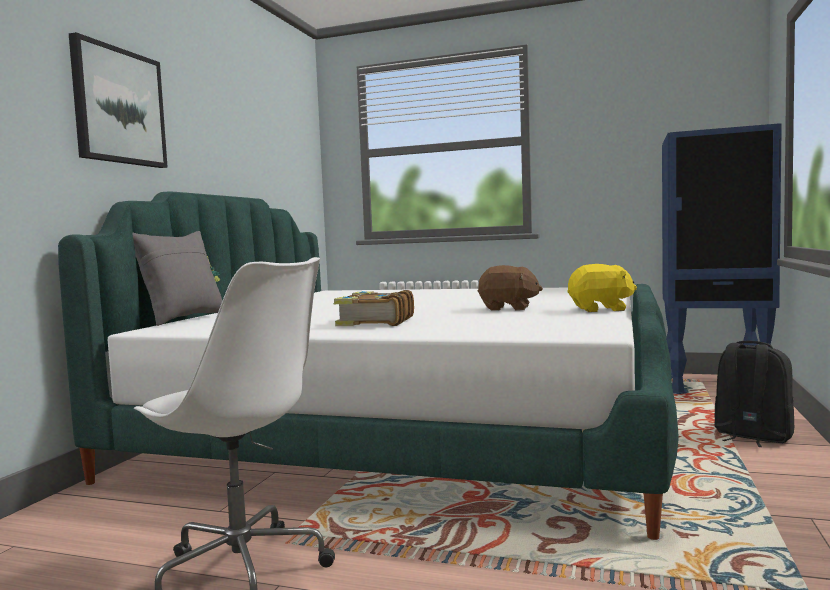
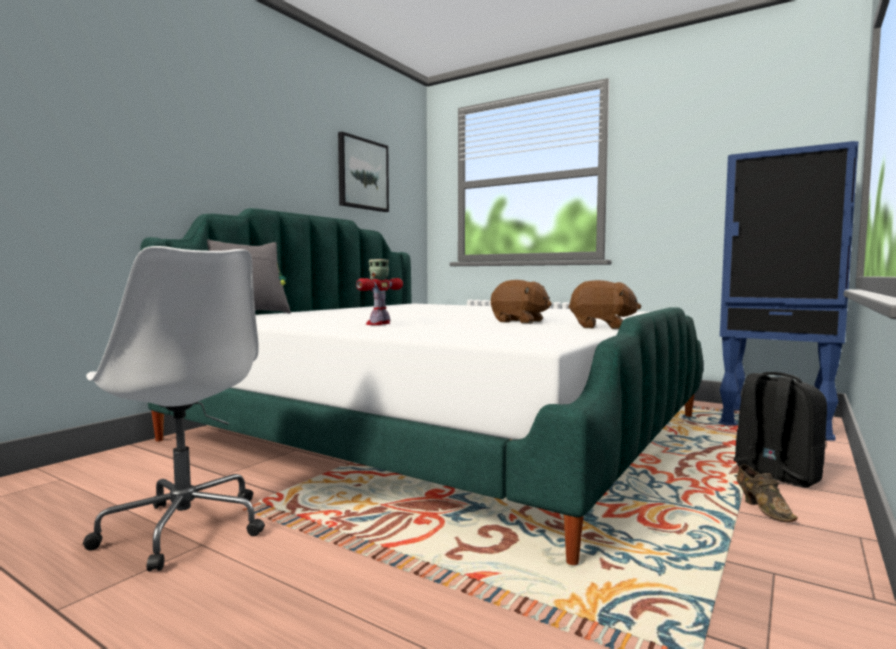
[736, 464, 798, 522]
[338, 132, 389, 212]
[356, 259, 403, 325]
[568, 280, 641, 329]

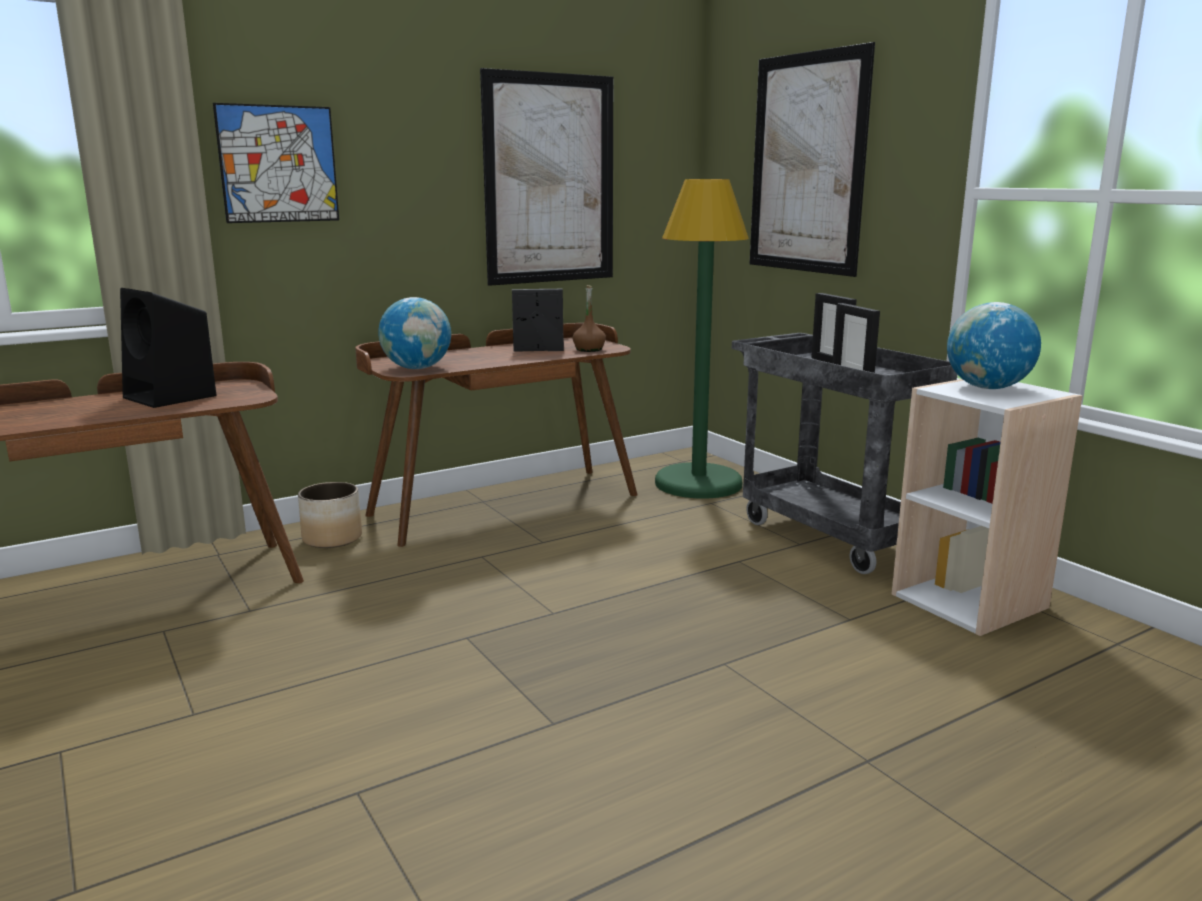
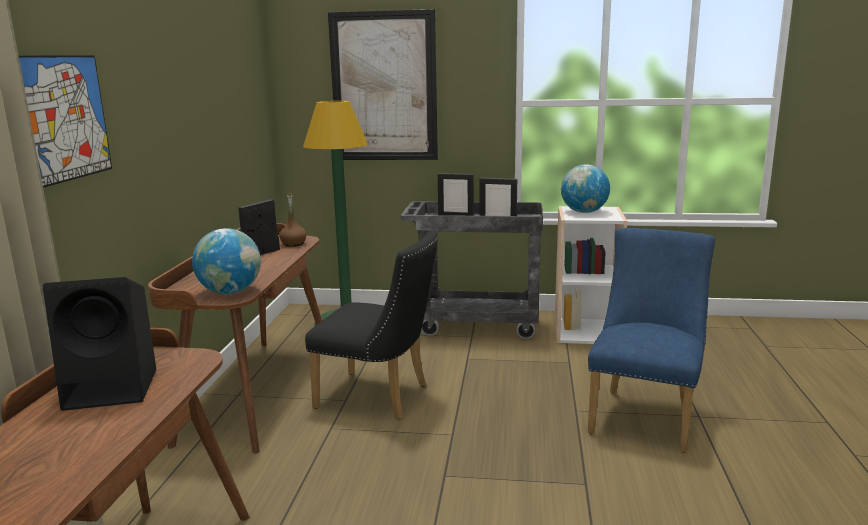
[298, 482, 362, 548] (first image)
[480, 68, 613, 286] (first image)
[305, 229, 438, 419]
[588, 228, 715, 453]

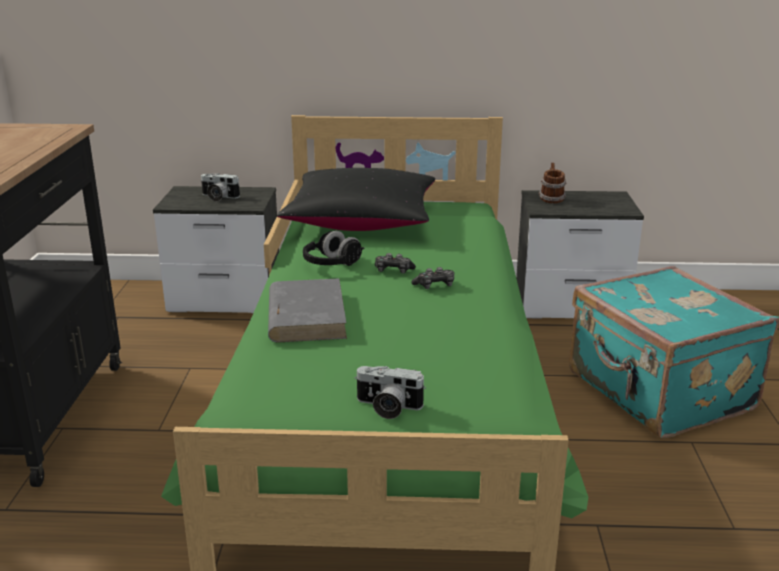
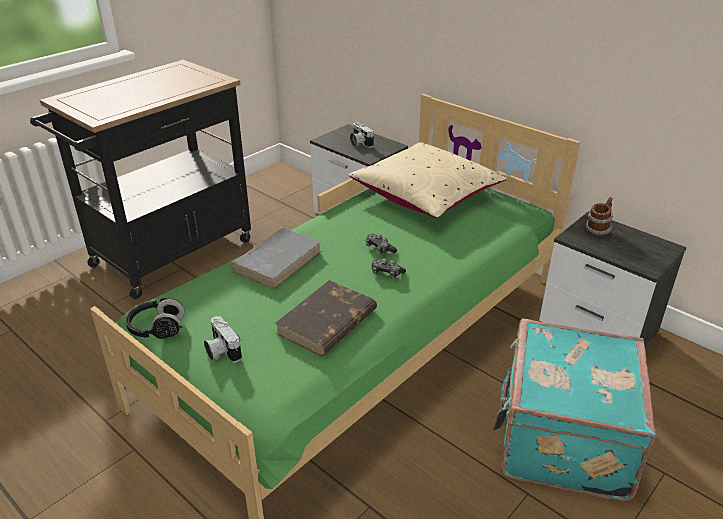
[275, 280, 377, 356]
[125, 298, 185, 339]
[348, 142, 507, 218]

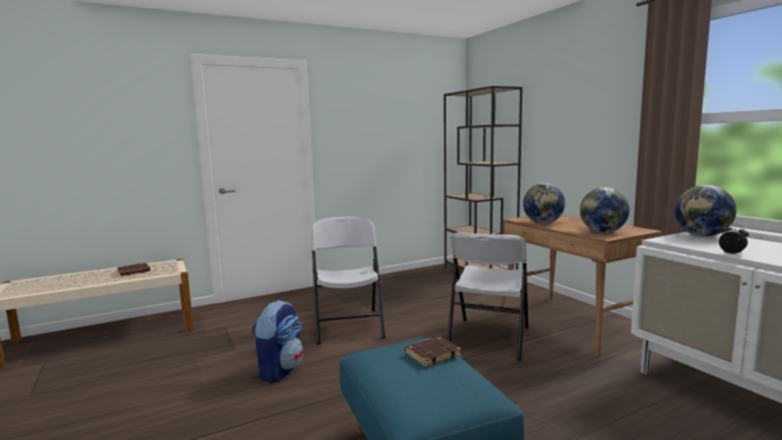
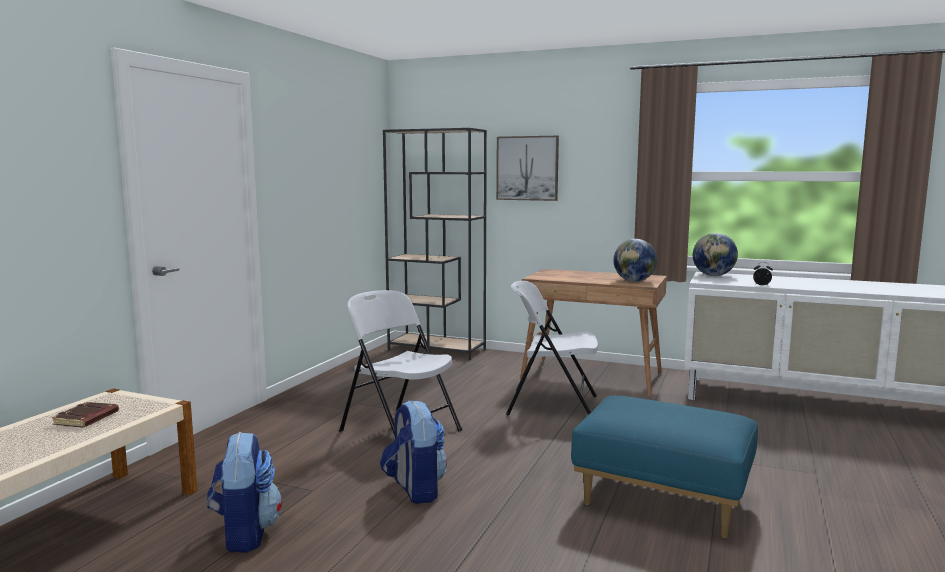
[405, 337, 461, 367] (first image)
[523, 183, 565, 224] (first image)
[207, 432, 282, 552]
[496, 136, 559, 201]
[506, 281, 598, 416]

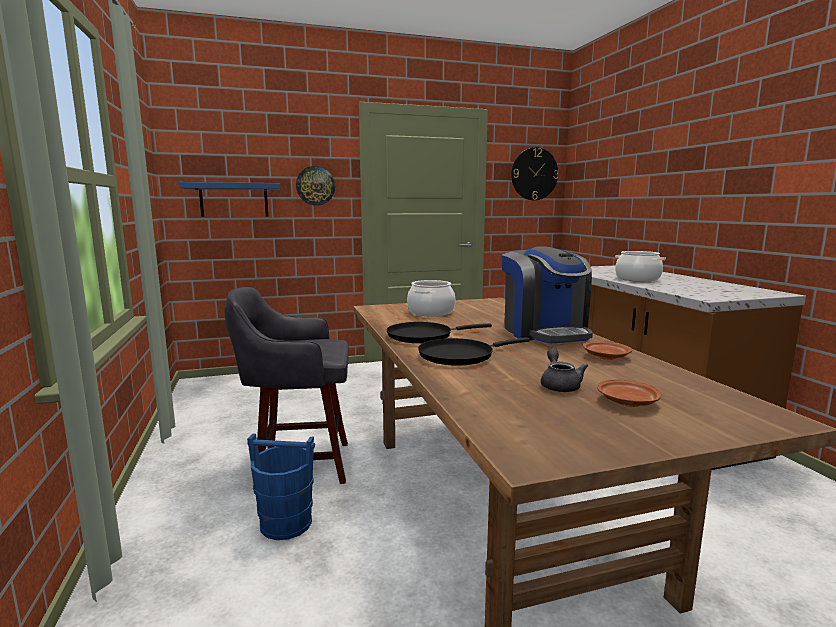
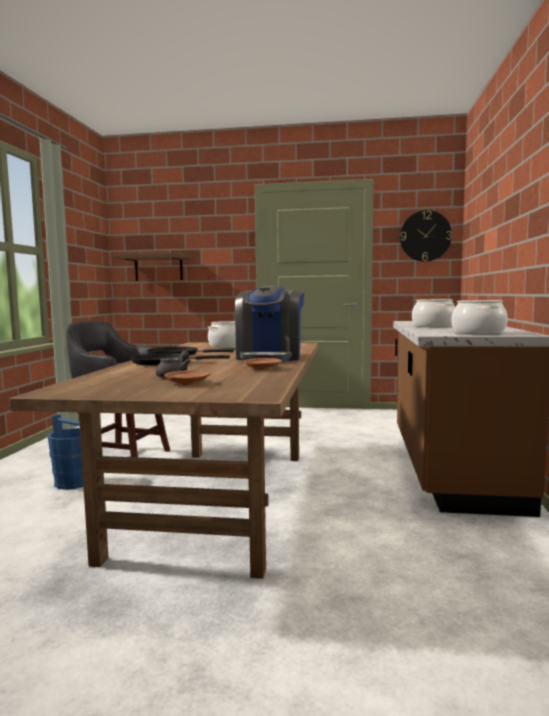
[296, 166, 335, 206] (first image)
[451, 300, 508, 335]
[113, 253, 191, 281]

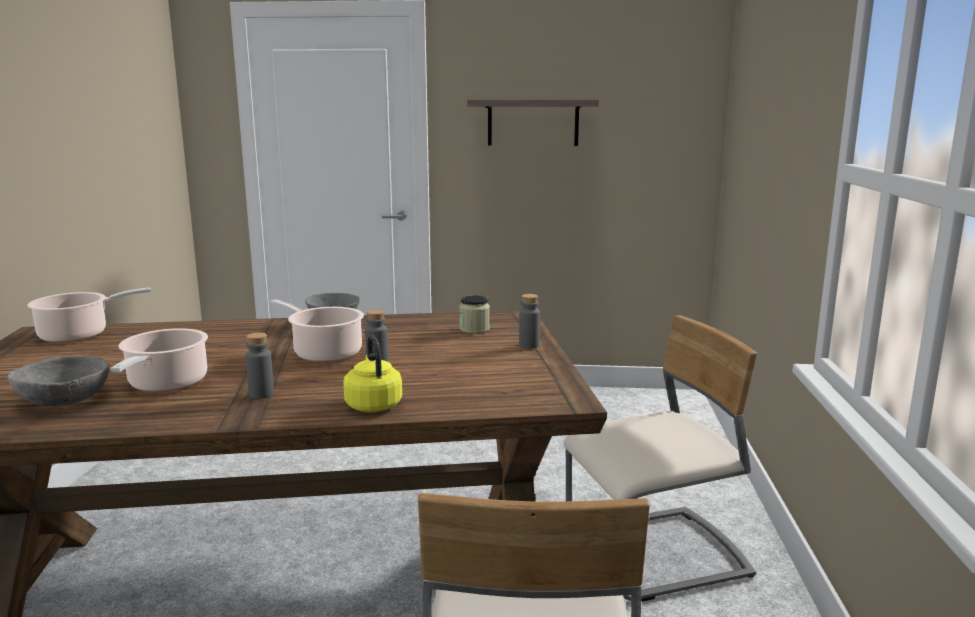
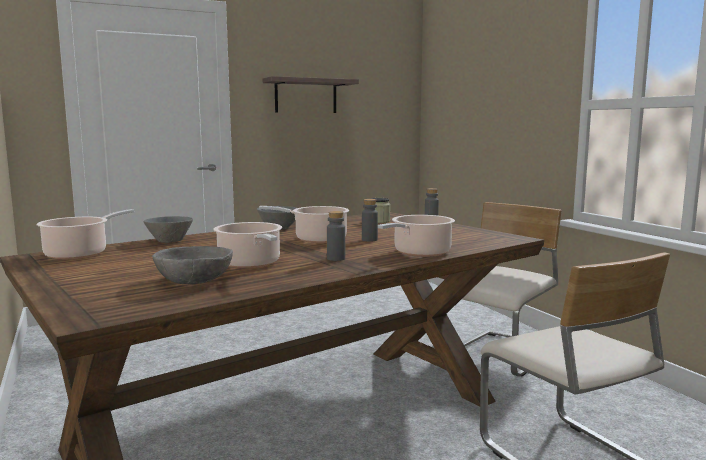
[144, 216, 193, 243]
[378, 215, 455, 257]

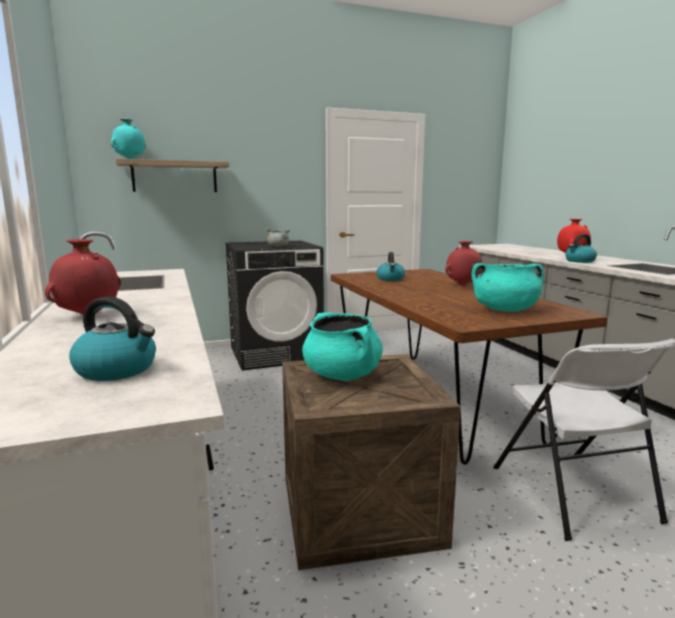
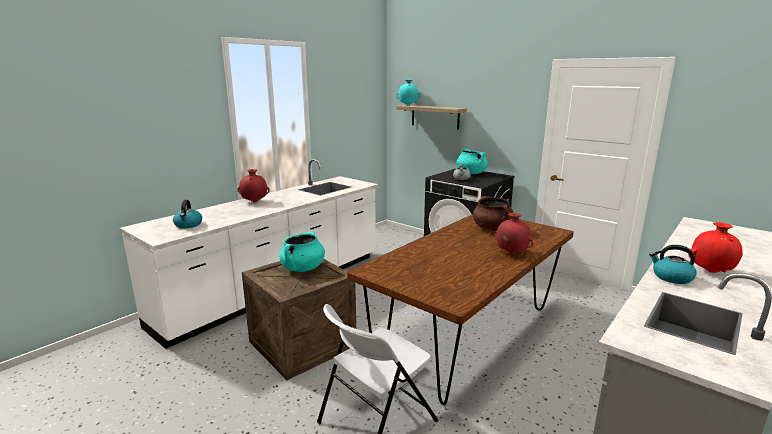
[456, 149, 488, 174]
[473, 196, 514, 231]

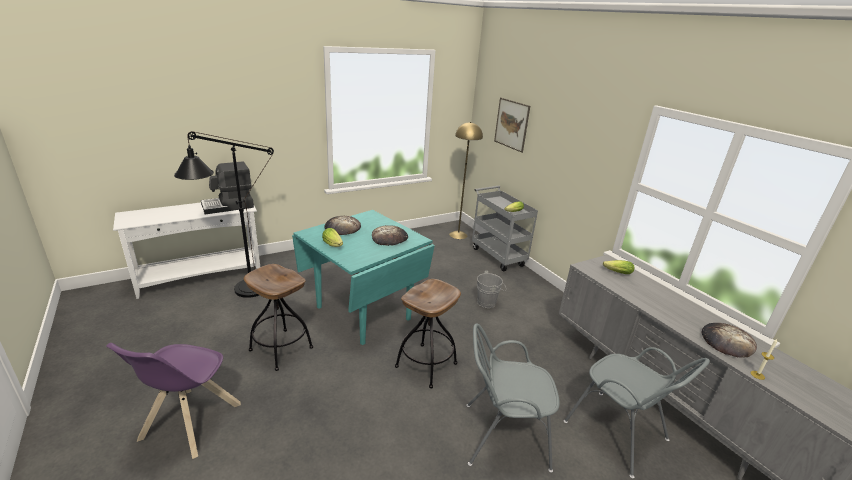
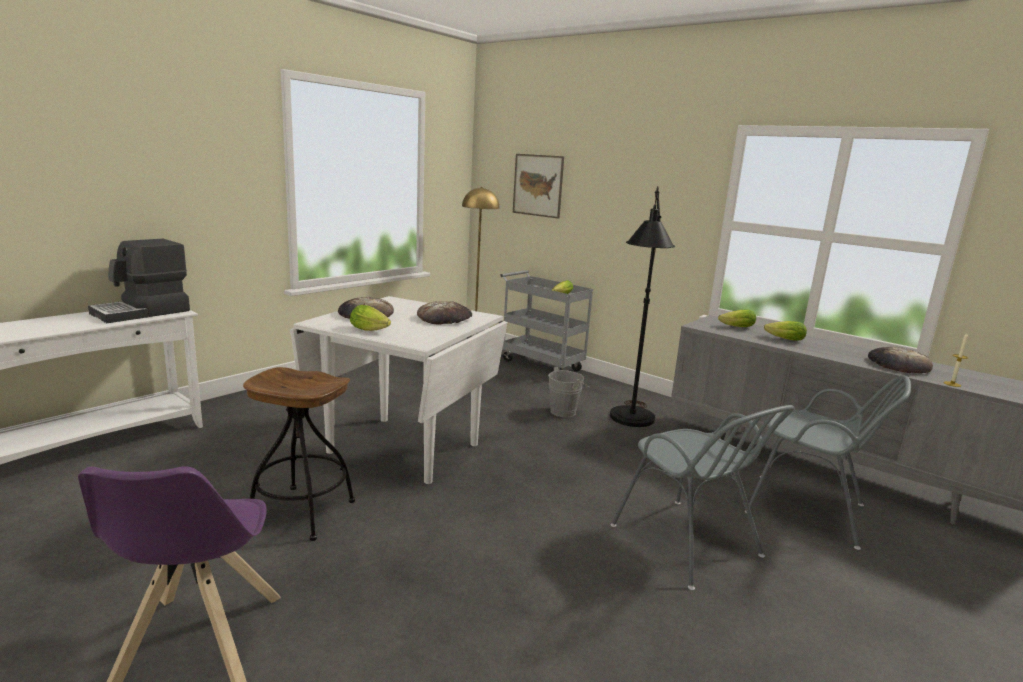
[395, 279, 461, 389] (first image)
[764, 321, 807, 341]
[610, 186, 675, 427]
[290, 296, 507, 484]
[611, 405, 795, 590]

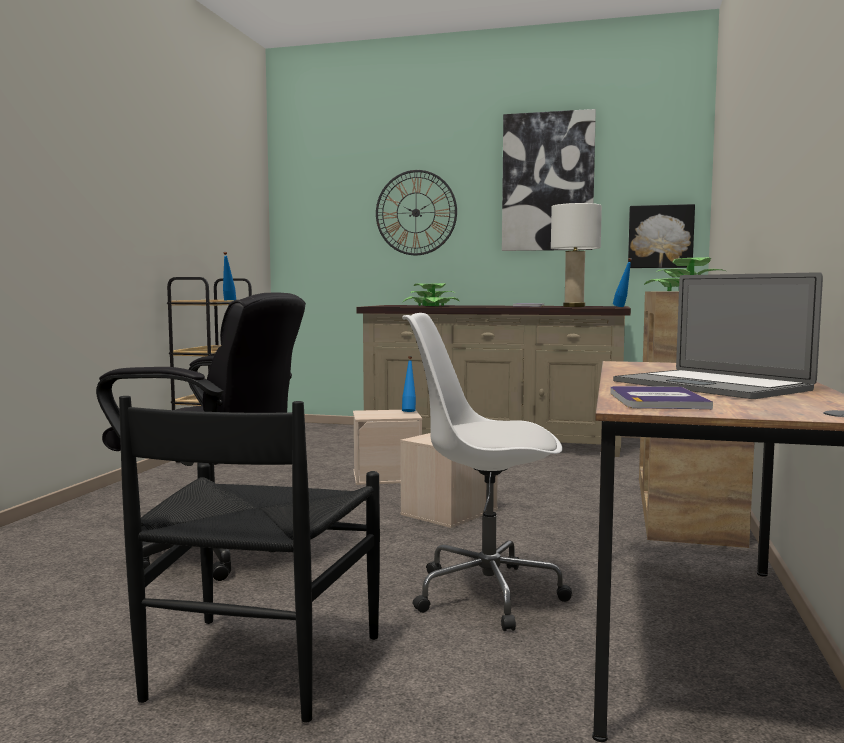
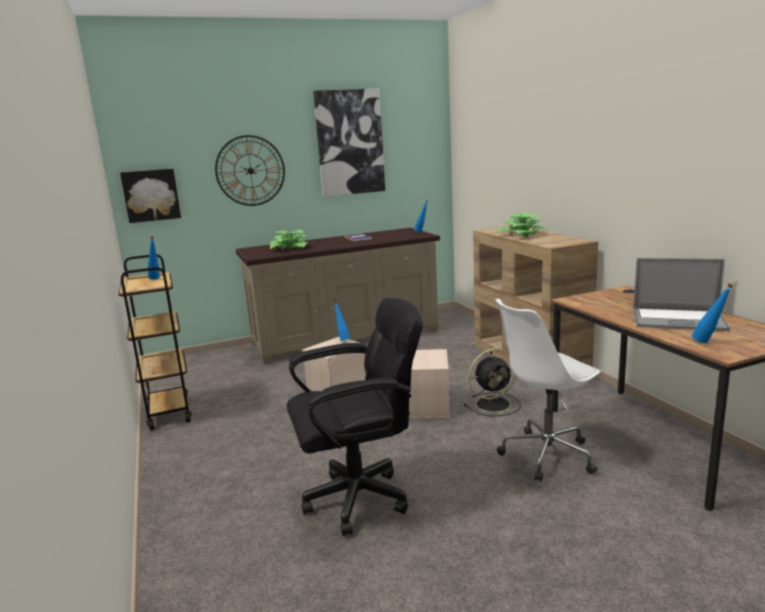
[119, 396, 380, 723] (first image)
[551, 203, 602, 307] (first image)
[464, 348, 521, 416]
[120, 169, 181, 223]
[692, 283, 733, 343]

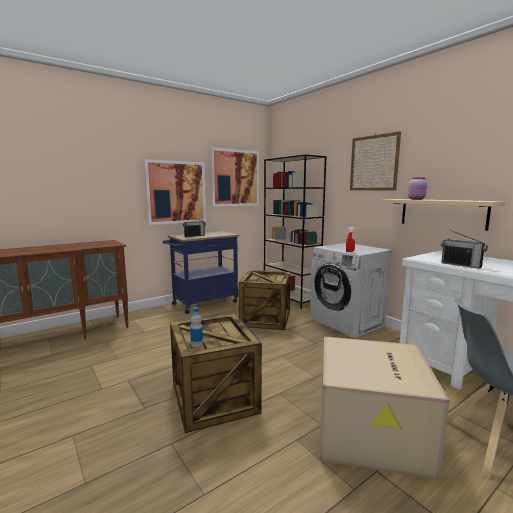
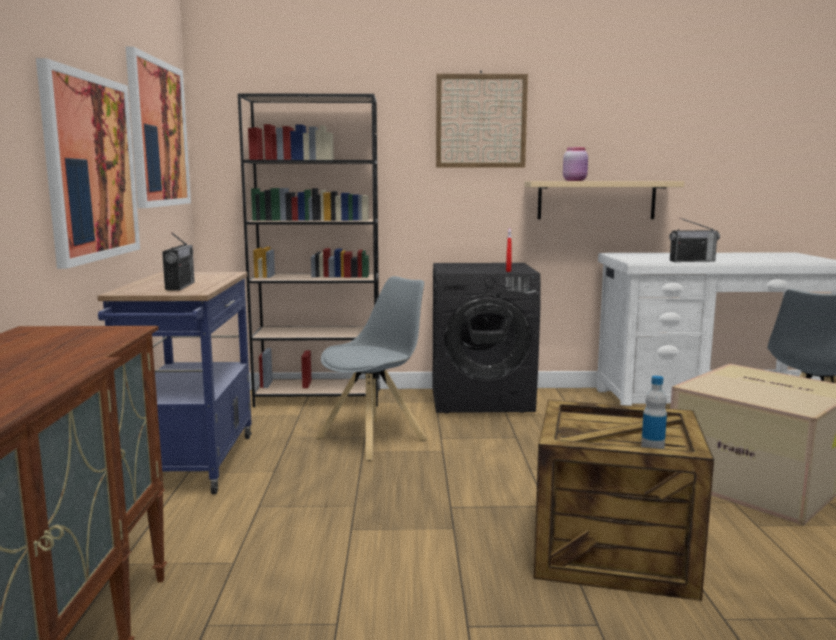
[316, 276, 427, 461]
[433, 263, 541, 413]

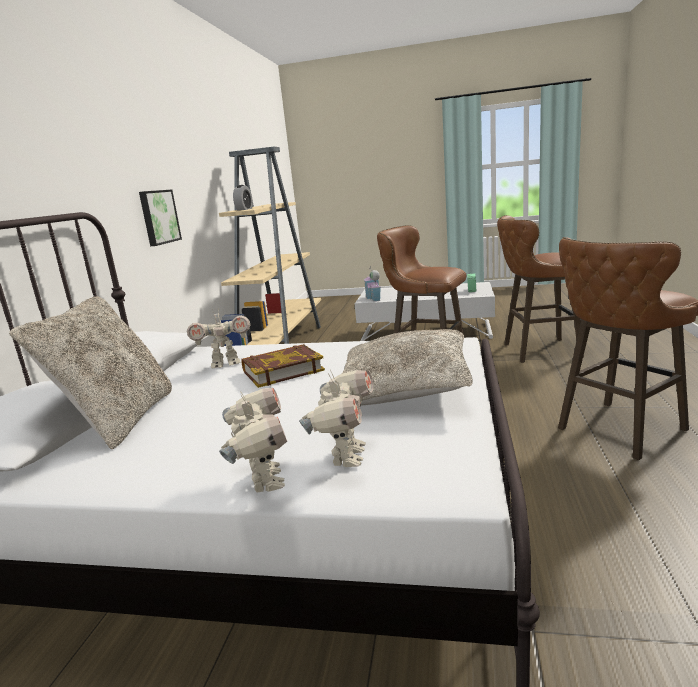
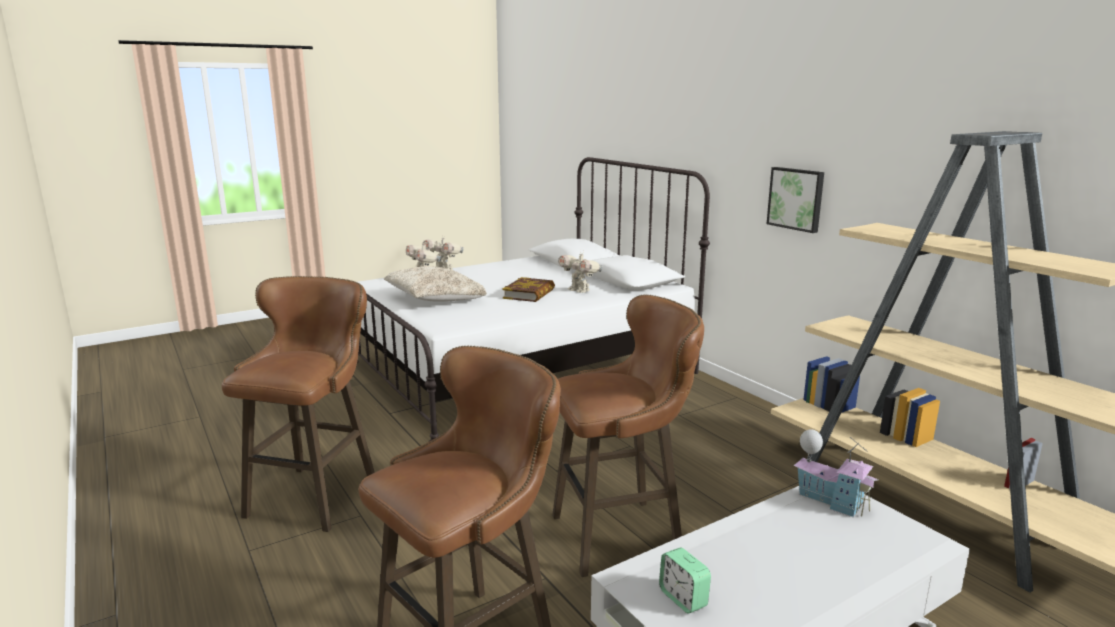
[9, 296, 172, 449] (first image)
[233, 185, 253, 211] (first image)
[558, 249, 603, 293]

